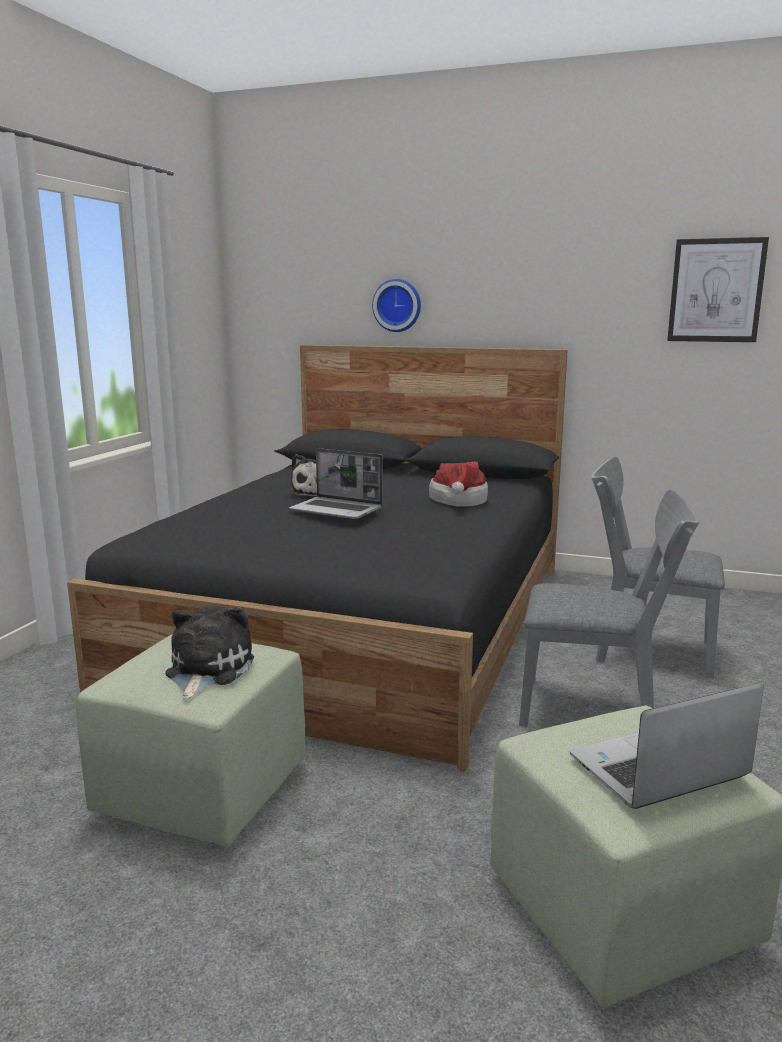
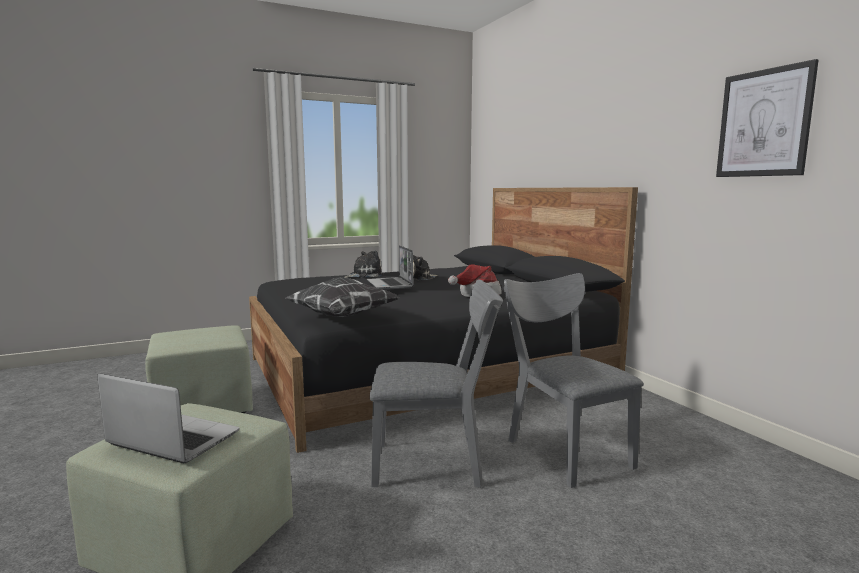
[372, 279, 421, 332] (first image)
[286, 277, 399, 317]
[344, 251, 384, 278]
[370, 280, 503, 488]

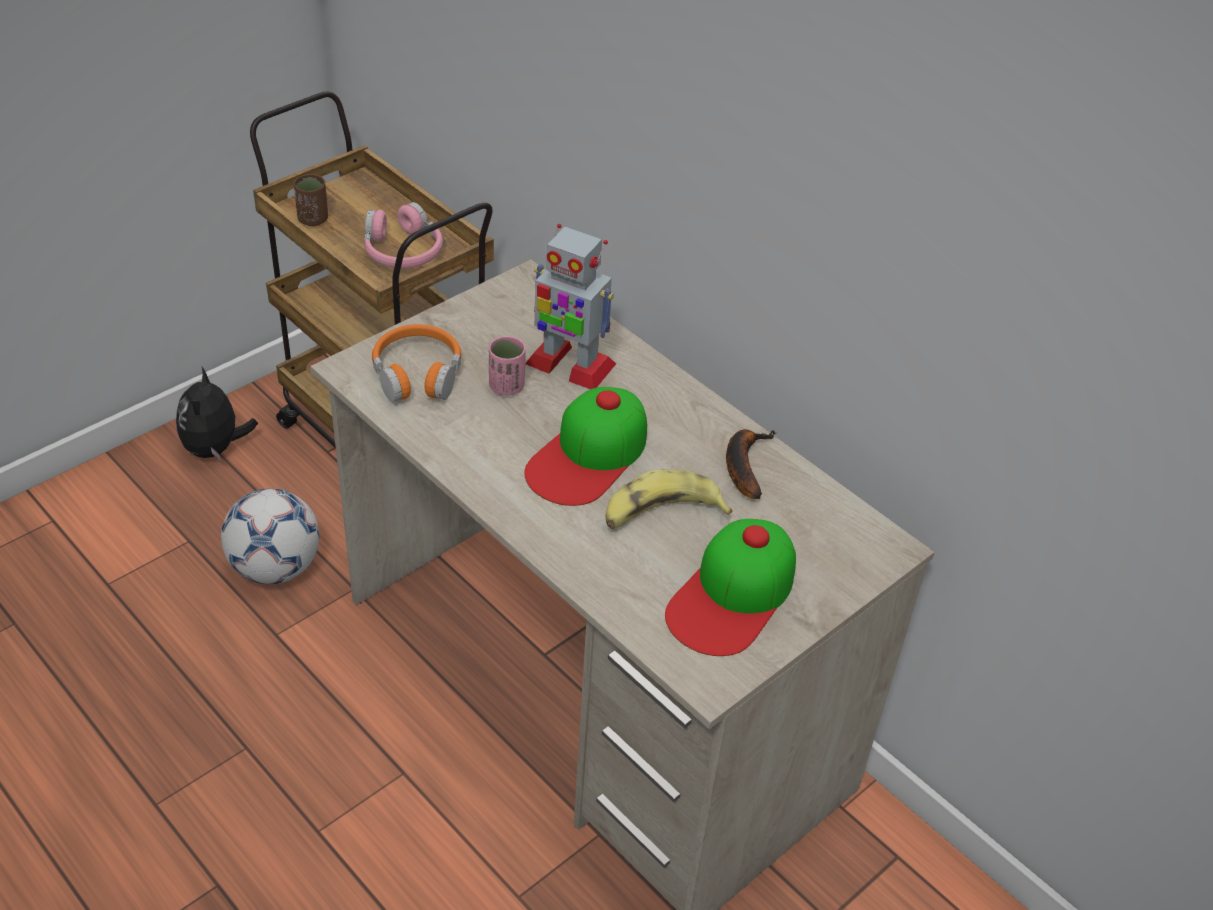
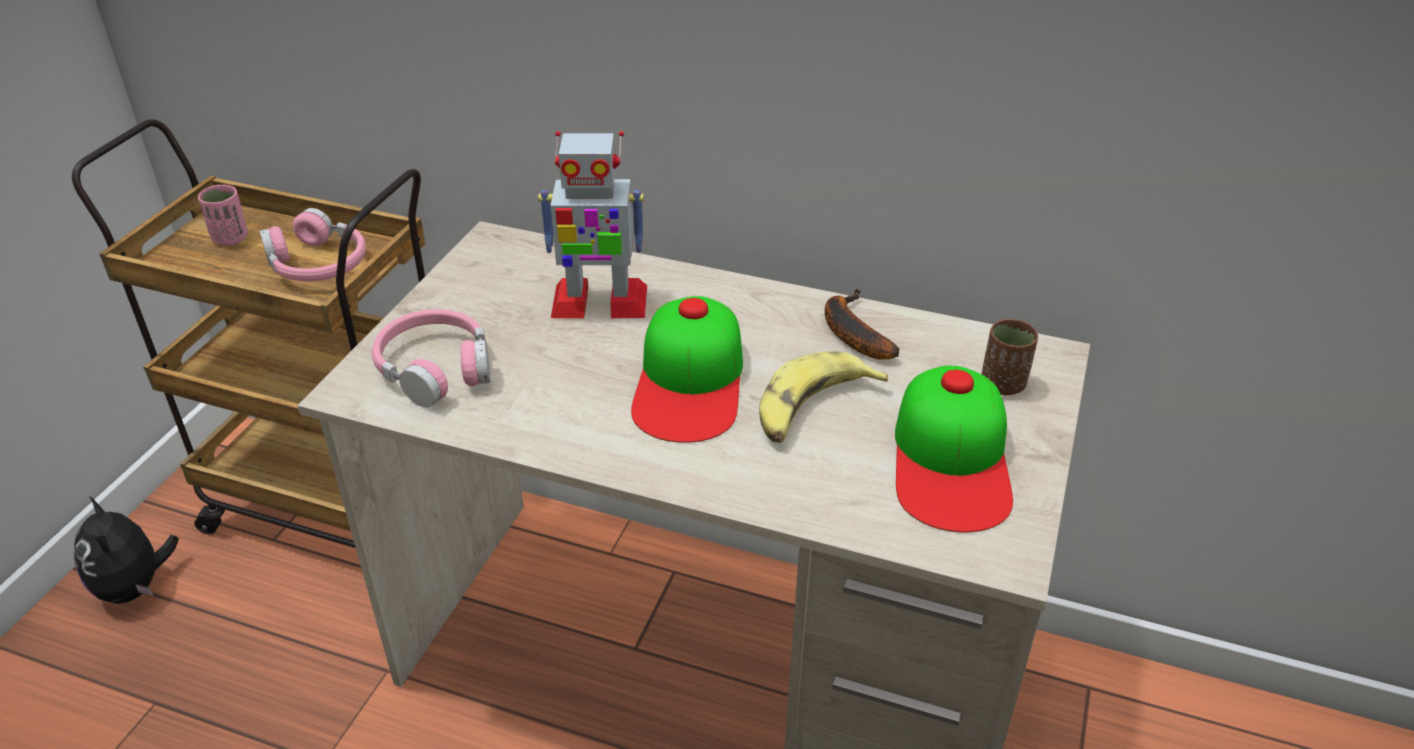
[221, 488, 319, 584] (first image)
[982, 319, 1038, 395]
[198, 185, 248, 246]
[372, 309, 490, 407]

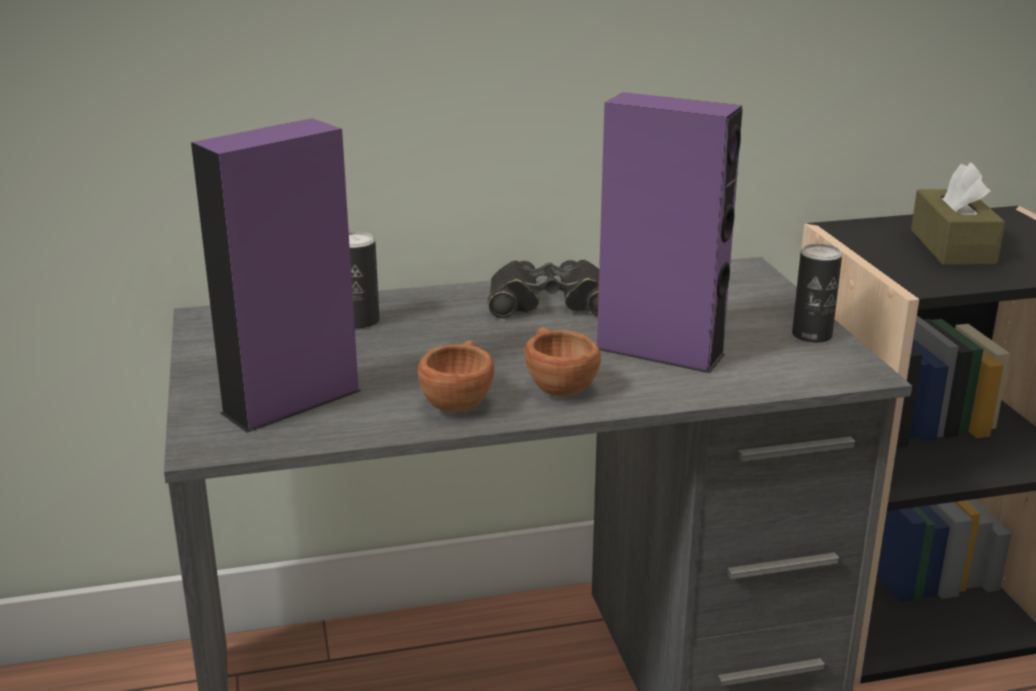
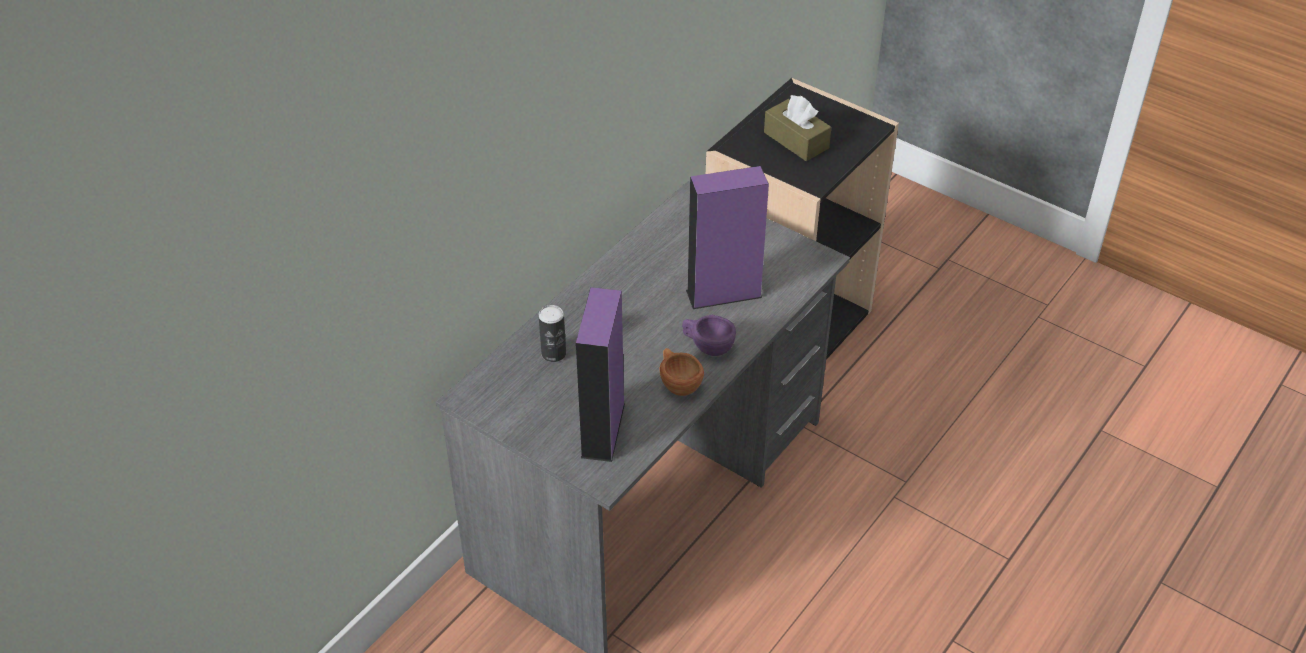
[487, 259, 599, 319] (first image)
[792, 244, 842, 343] (first image)
[682, 315, 736, 356]

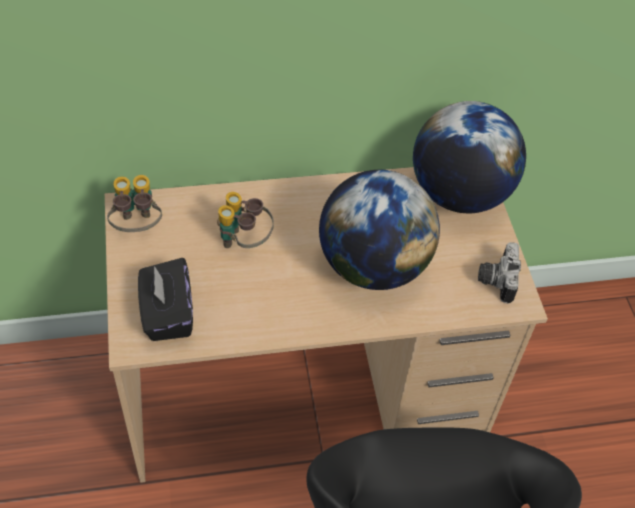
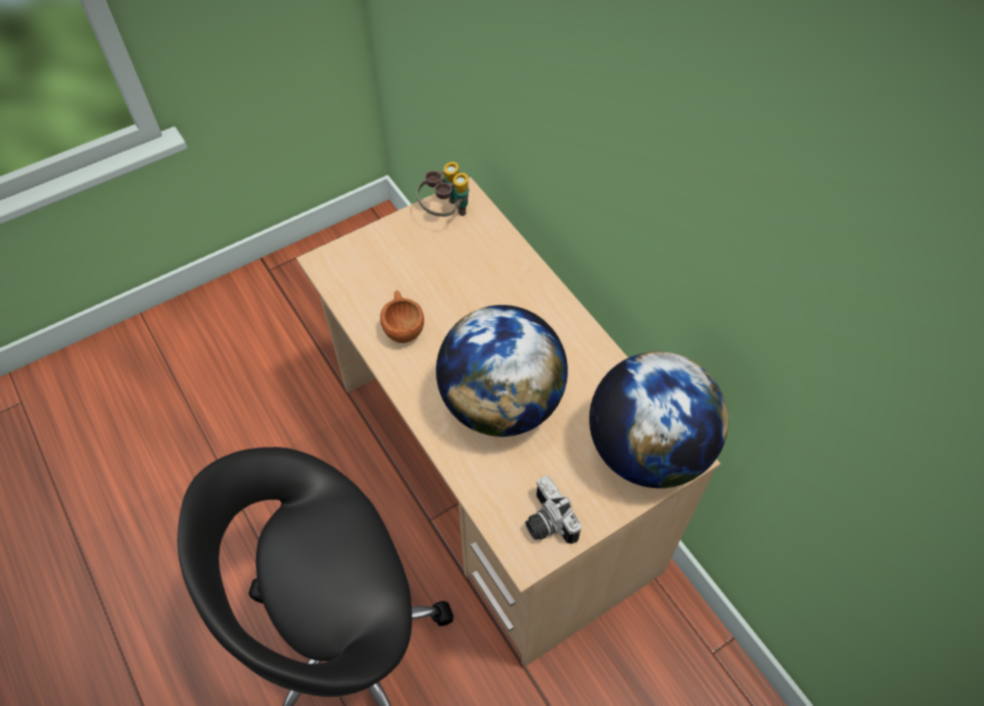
[138, 258, 193, 341] (first image)
[217, 192, 274, 248] (first image)
[380, 290, 424, 343]
[525, 475, 582, 544]

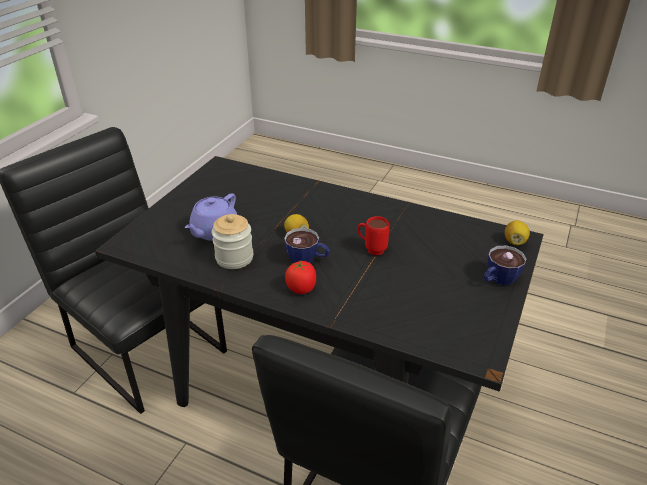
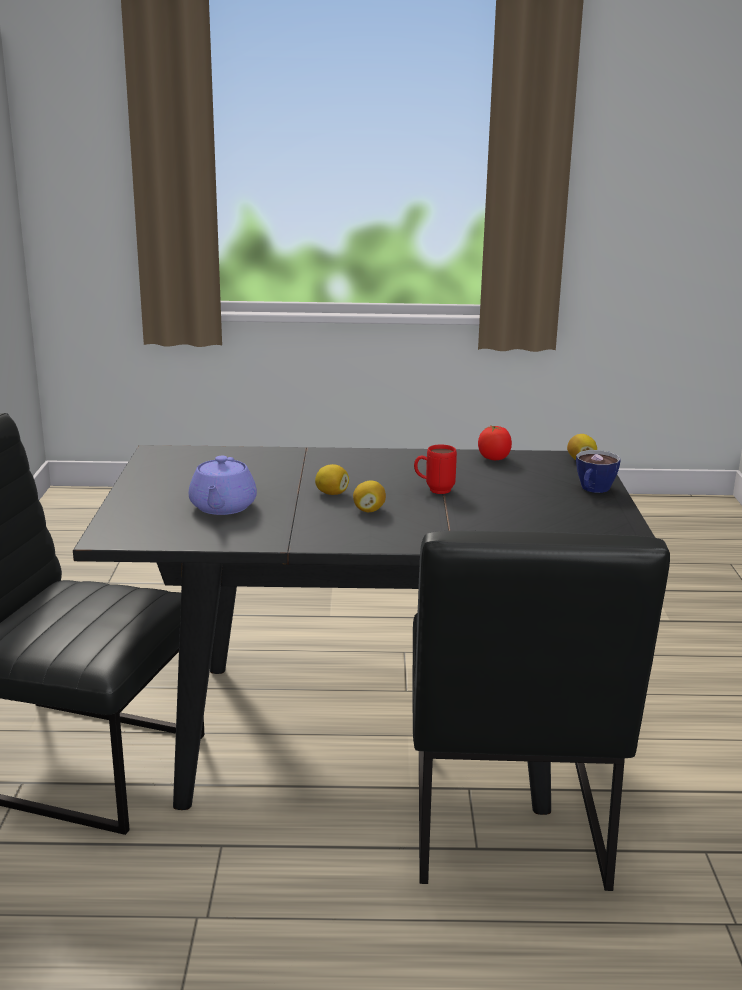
[212, 214, 253, 269] (first image)
[478, 426, 512, 460]
[353, 481, 386, 512]

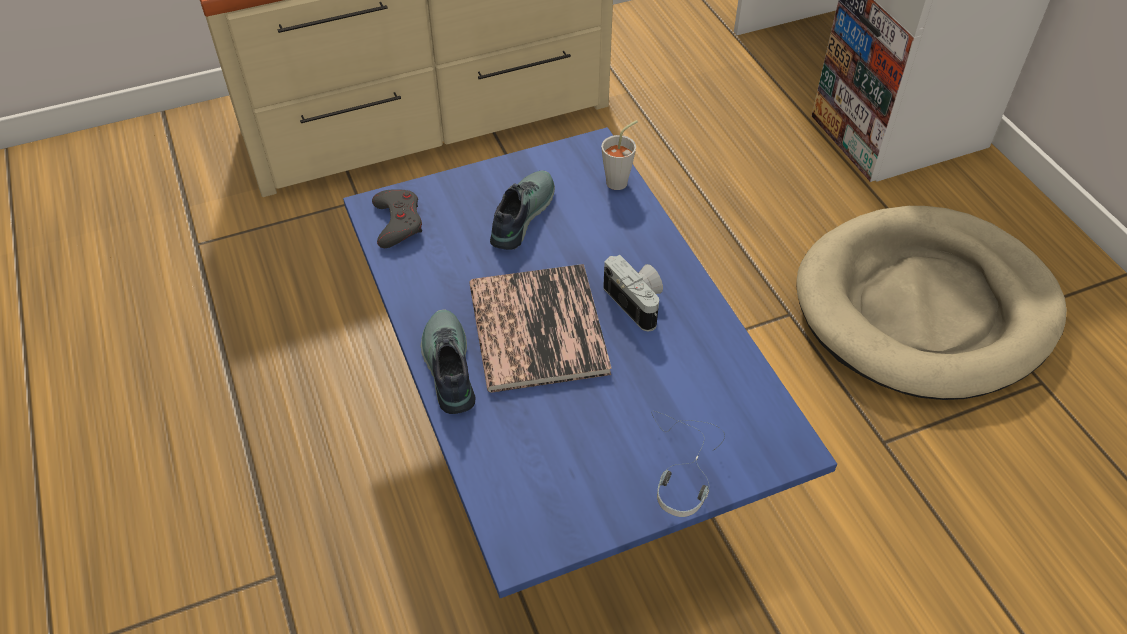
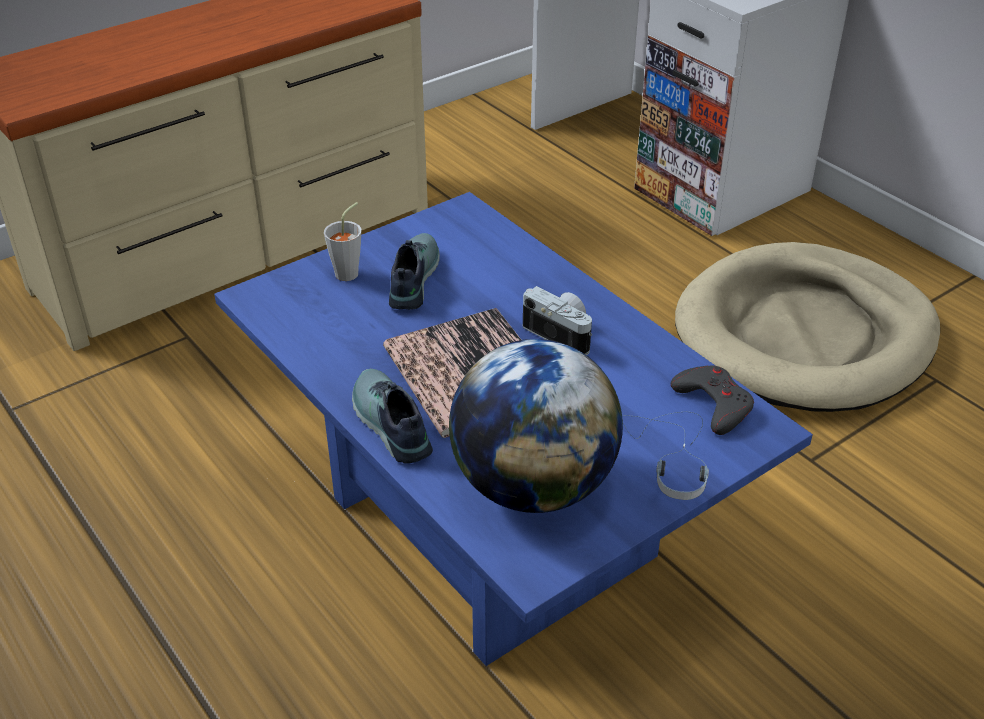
[449, 339, 623, 513]
[671, 365, 754, 435]
[324, 202, 361, 281]

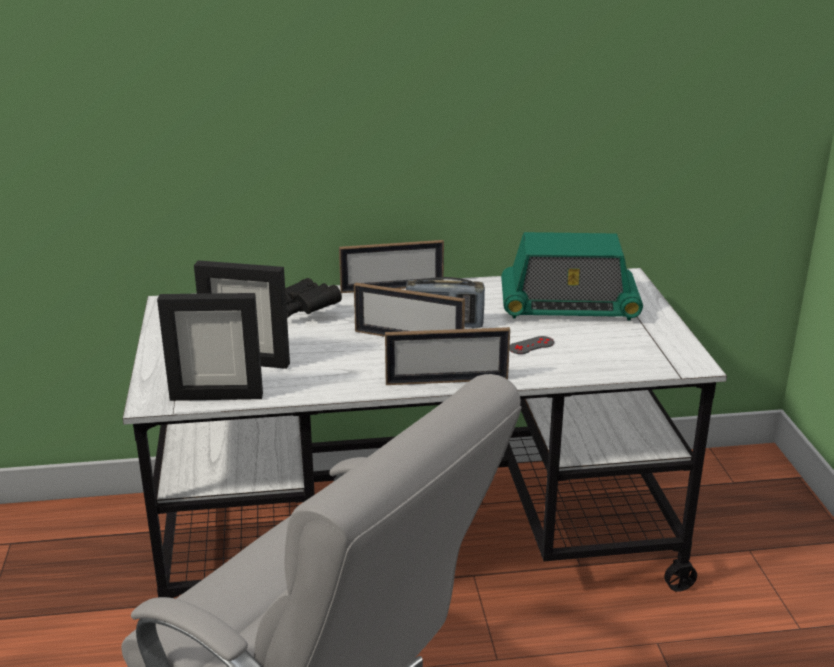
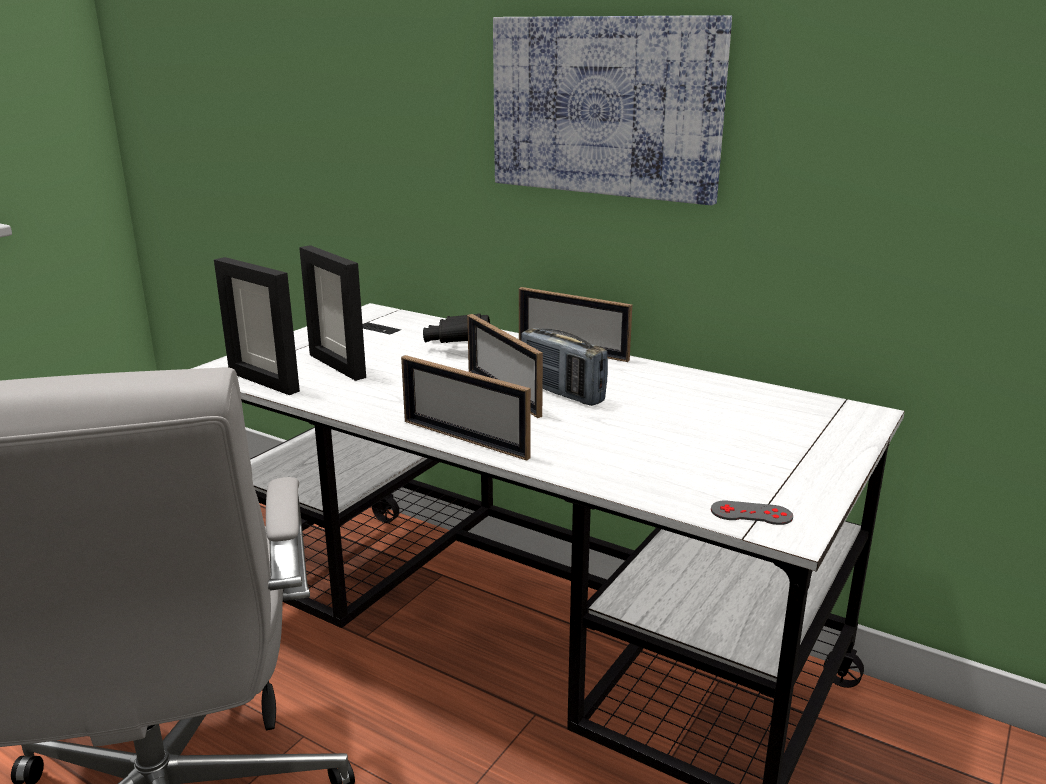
[501, 232, 643, 320] (first image)
[493, 15, 732, 205]
[711, 501, 793, 525]

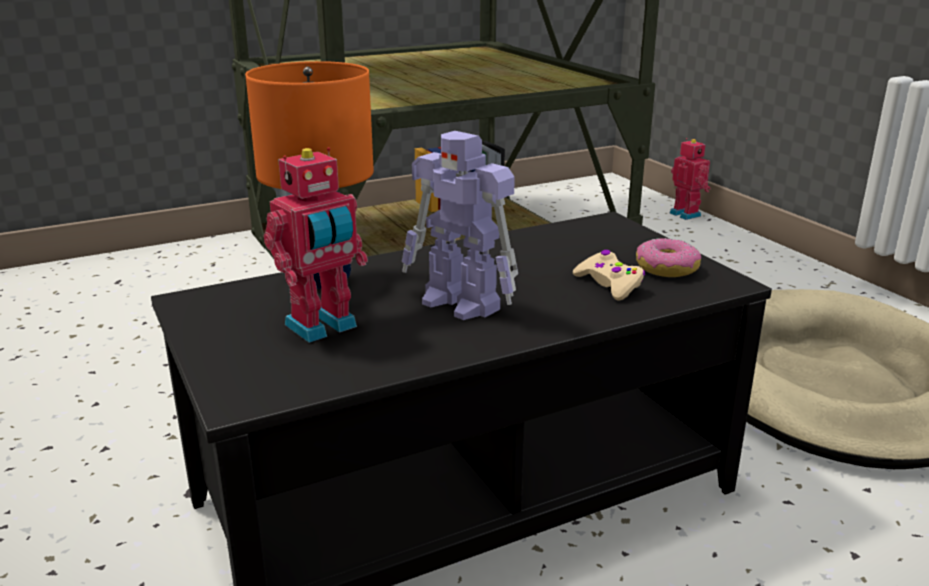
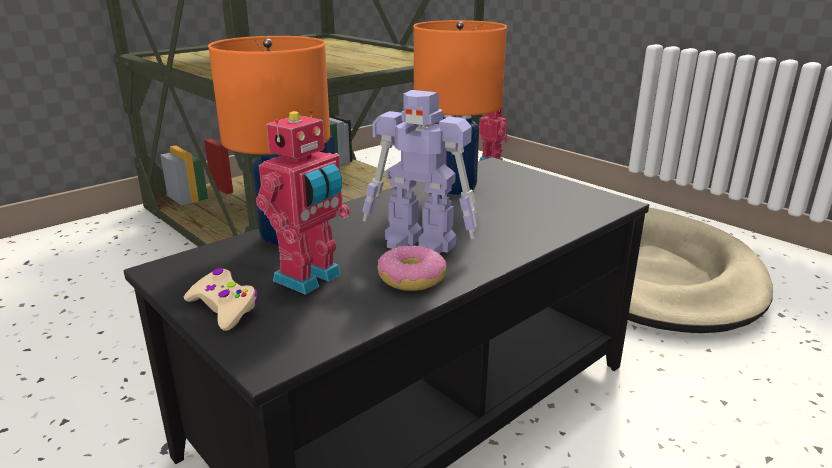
[414, 20, 507, 195]
[184, 268, 258, 331]
[377, 245, 446, 291]

